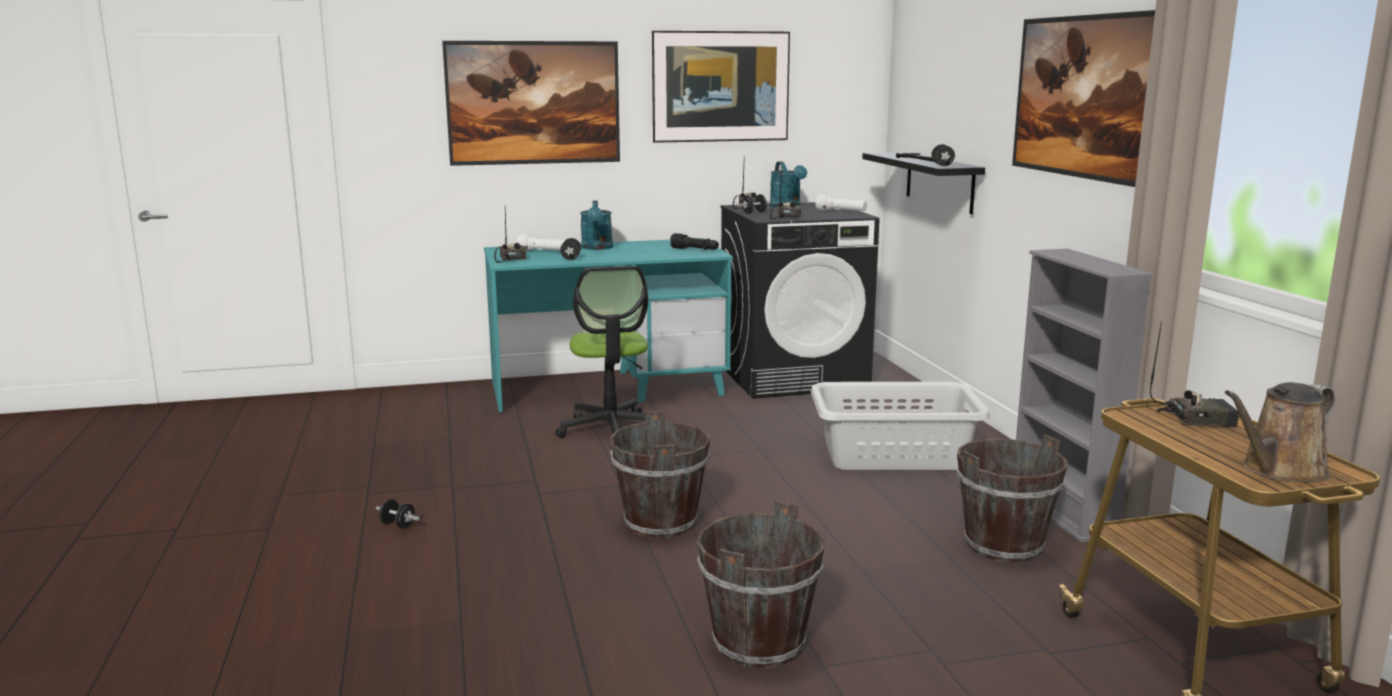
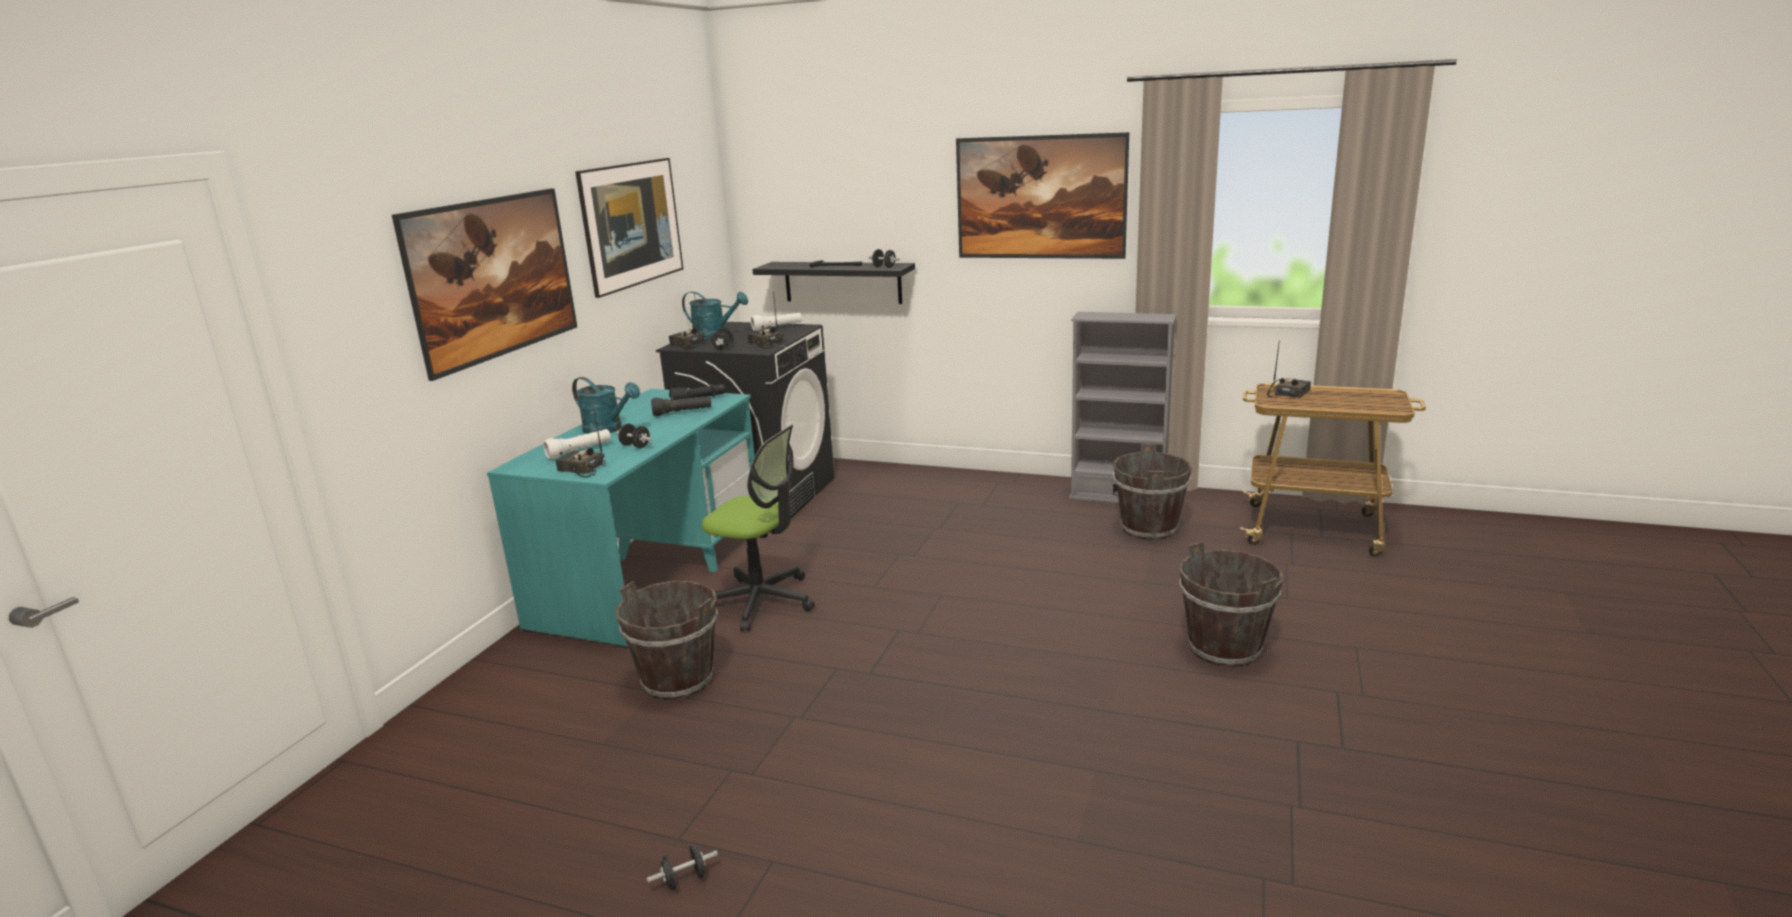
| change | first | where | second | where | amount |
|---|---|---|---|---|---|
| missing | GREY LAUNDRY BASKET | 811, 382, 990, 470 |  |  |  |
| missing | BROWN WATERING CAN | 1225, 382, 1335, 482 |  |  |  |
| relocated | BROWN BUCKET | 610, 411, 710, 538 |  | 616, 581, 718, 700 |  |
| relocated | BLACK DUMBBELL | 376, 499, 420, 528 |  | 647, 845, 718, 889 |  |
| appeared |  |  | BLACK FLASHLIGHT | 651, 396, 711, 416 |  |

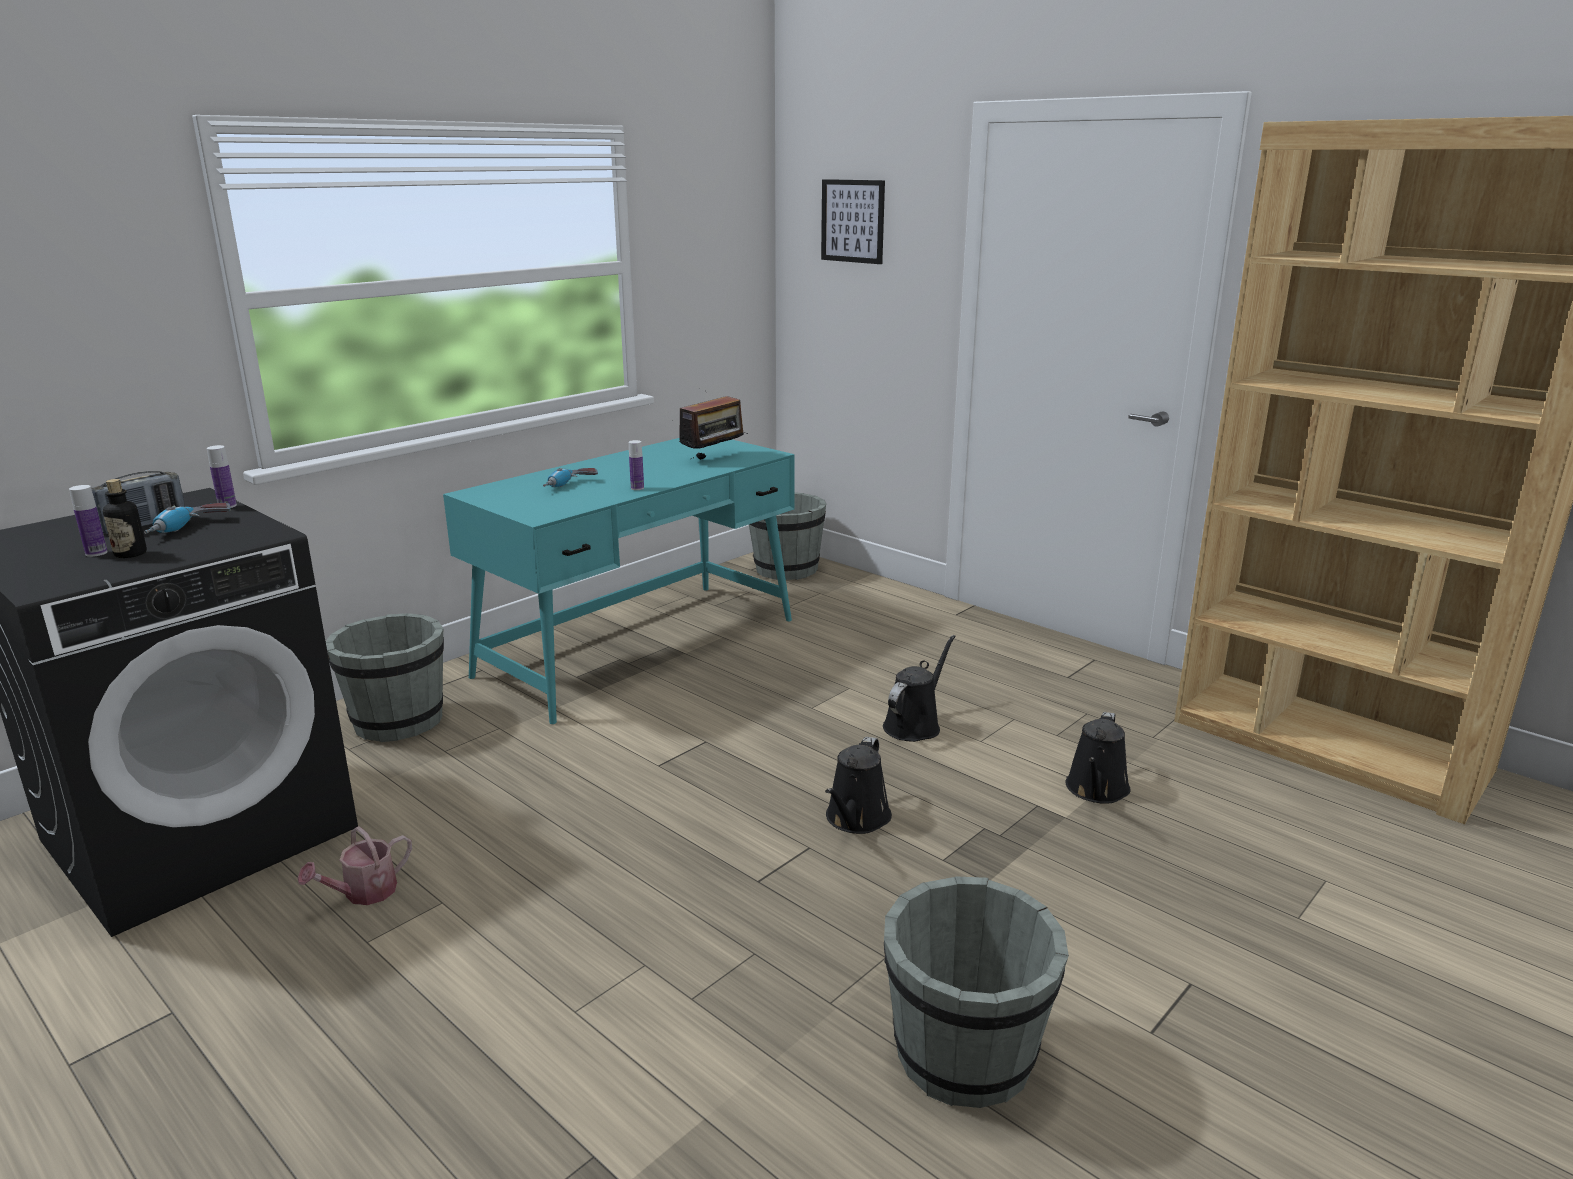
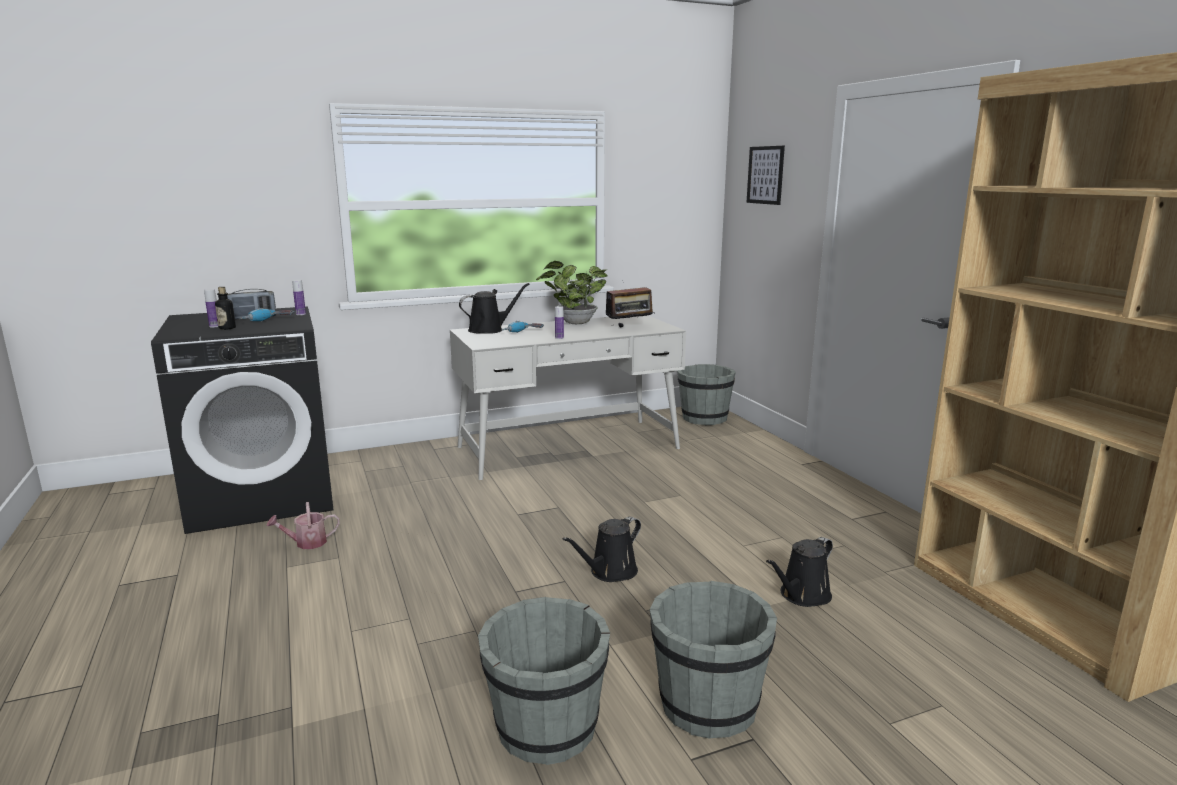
| change | first | where | second | where | amount |
|---|---|---|---|---|---|
| colour | TURQUOISE DESK | 443, 438, 795, 724 | WHITE DESK | 450, 315, 686, 480 |  |
| relocated | GREY BUCKET | 326, 613, 444, 742 |  | 650, 581, 777, 739 |  |
| relocated | BLACK WATERING CAN | 883, 635, 956, 742 |  | 459, 283, 529, 334 |  |
| appeared |  |  | POTTED PLANT | 536, 261, 608, 324 |  |

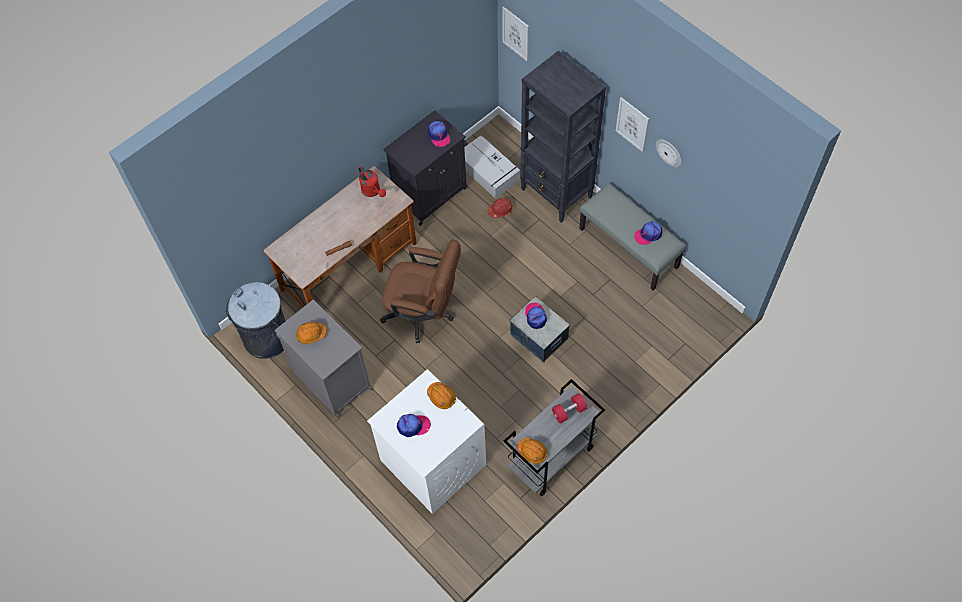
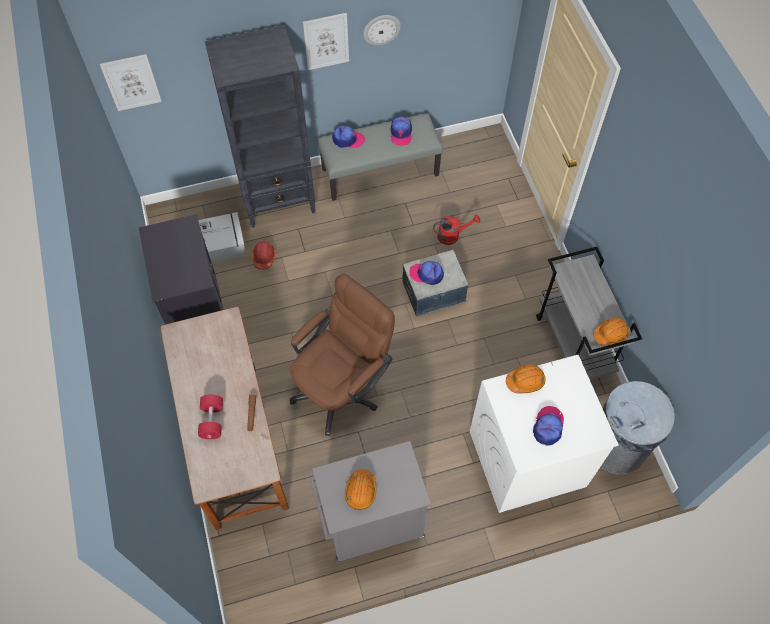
| change | first | where | second | where | amount |
|---|---|---|---|---|---|
| relocated | CAP | 428, 121, 450, 147 |  | 332, 126, 365, 148 |  |
| relocated | RED WATERING CAN | 359, 166, 386, 197 |  | 433, 214, 480, 245 |  |
| relocated | GREY TRASH CAN | 225, 282, 285, 359 |  | 600, 381, 675, 475 |  |
| relocated | RED DUMBBELL | 552, 393, 587, 423 |  | 198, 395, 223, 439 |  |

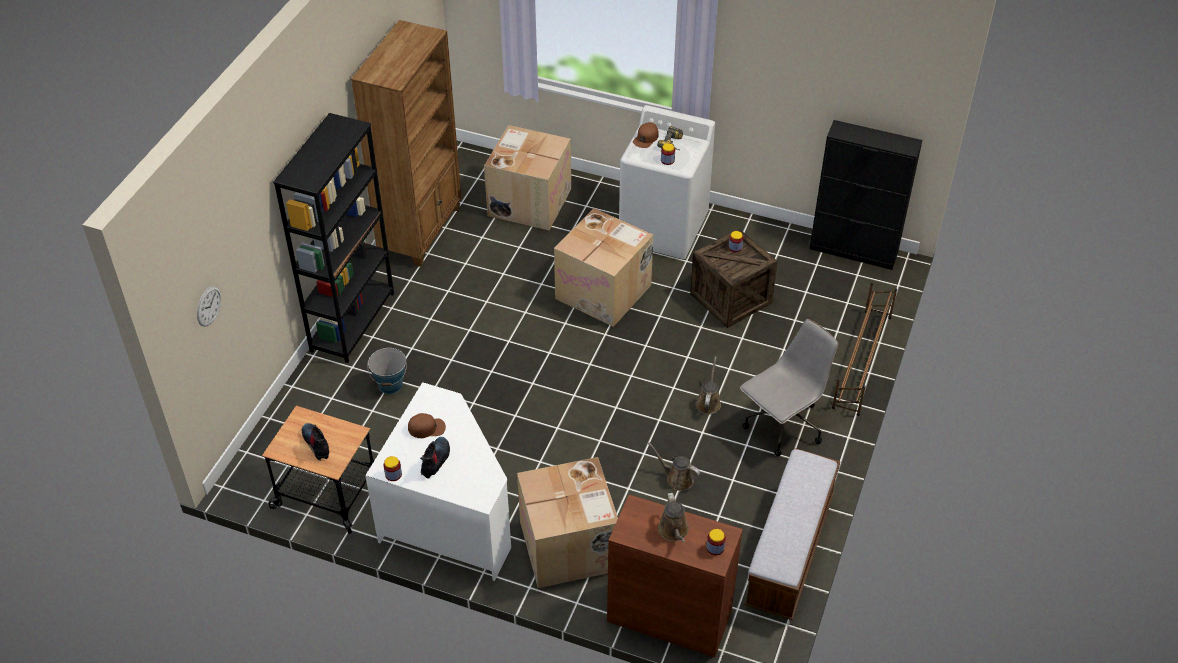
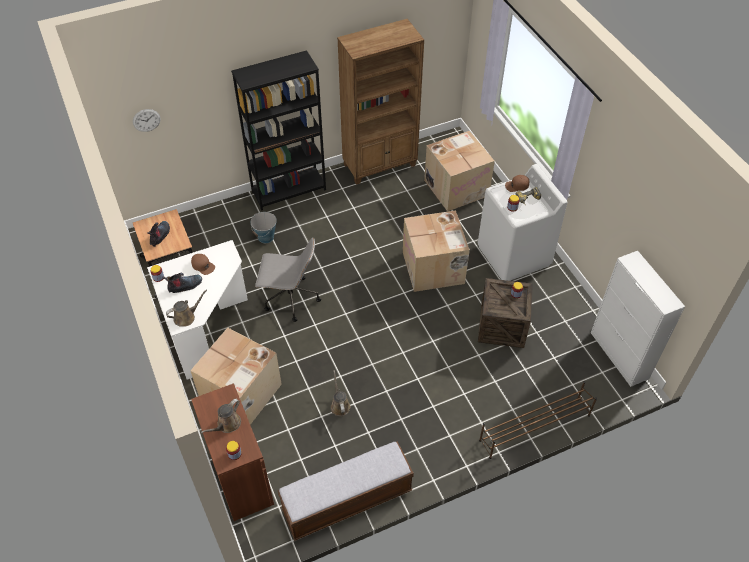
| change | first | where | second | where | amount |
|---|---|---|---|---|---|
| colour | BLACK CABINET | 809, 120, 923, 270 | WHITE CABINET | 591, 251, 685, 387 |  |
| relocated | GREY OFFICE CHAIR | 740, 319, 838, 456 |  | 255, 238, 321, 322 |  |
| relocated | BROWN WATERING CAN | 695, 356, 721, 414 |  | 166, 289, 207, 326 |  |

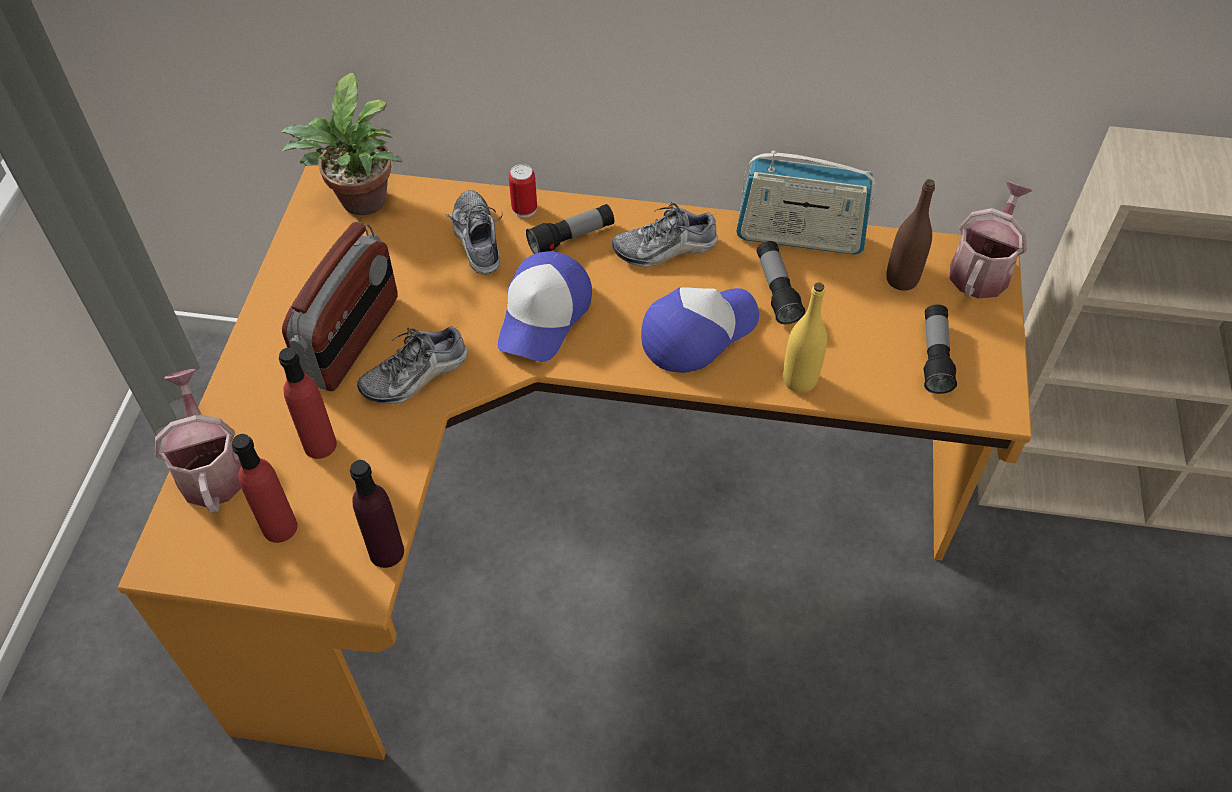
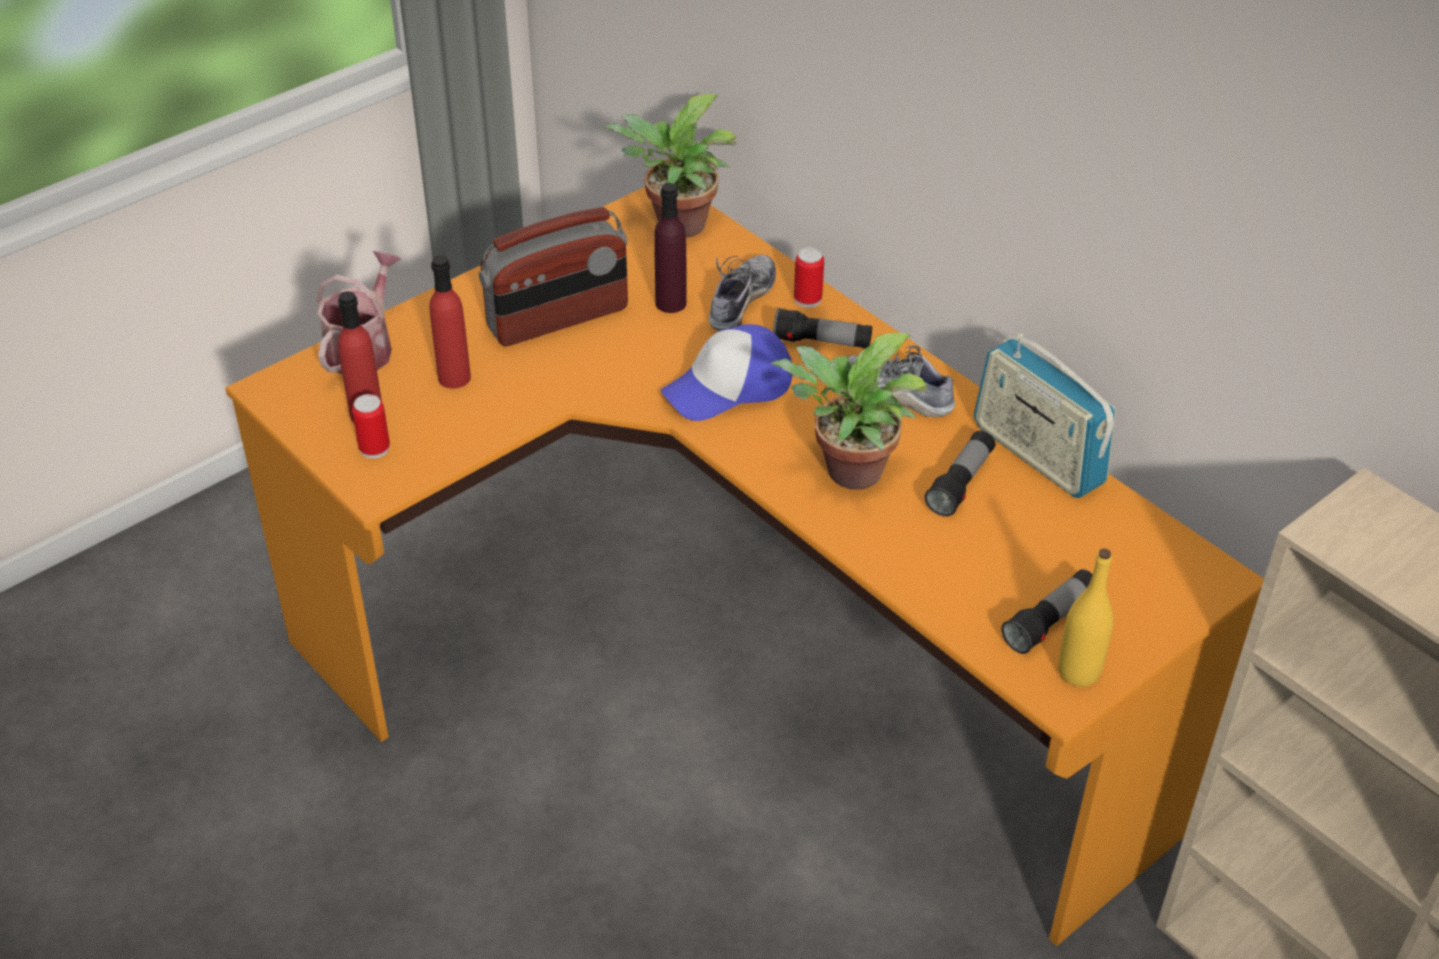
| change | first | where | second | where | amount |
|---|---|---|---|---|---|
| missing | BROWN BOTTLE | 886, 179, 935, 291 |  |  |  |
| missing | WATERING CAN | 950, 181, 1032, 299 |  |  |  |
| relocated | YELLOW BOTTLE | 783, 283, 827, 393 |  | 1058, 548, 1114, 687 |  |
| exchanged | CAP | 641, 287, 759, 373 | POTTED PLANT | 771, 333, 928, 490 |  |
| missing | SHOE | 357, 326, 467, 404 |  |  |  |
| relocated | PURPLE BOTTLE | 350, 460, 404, 568 |  | 654, 183, 687, 313 |  |
| appeared |  |  | CAN | 352, 394, 390, 459 |  |

